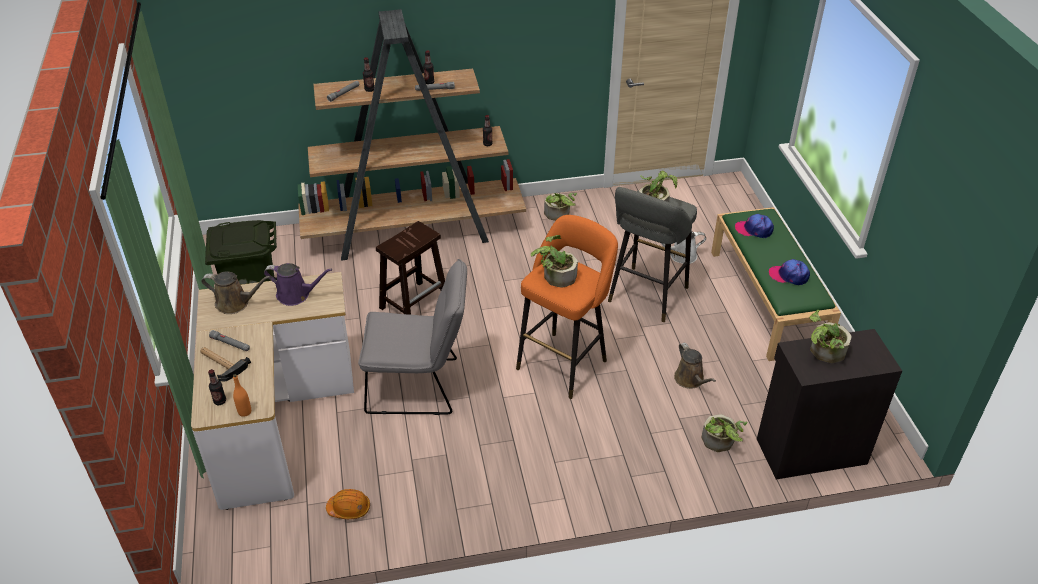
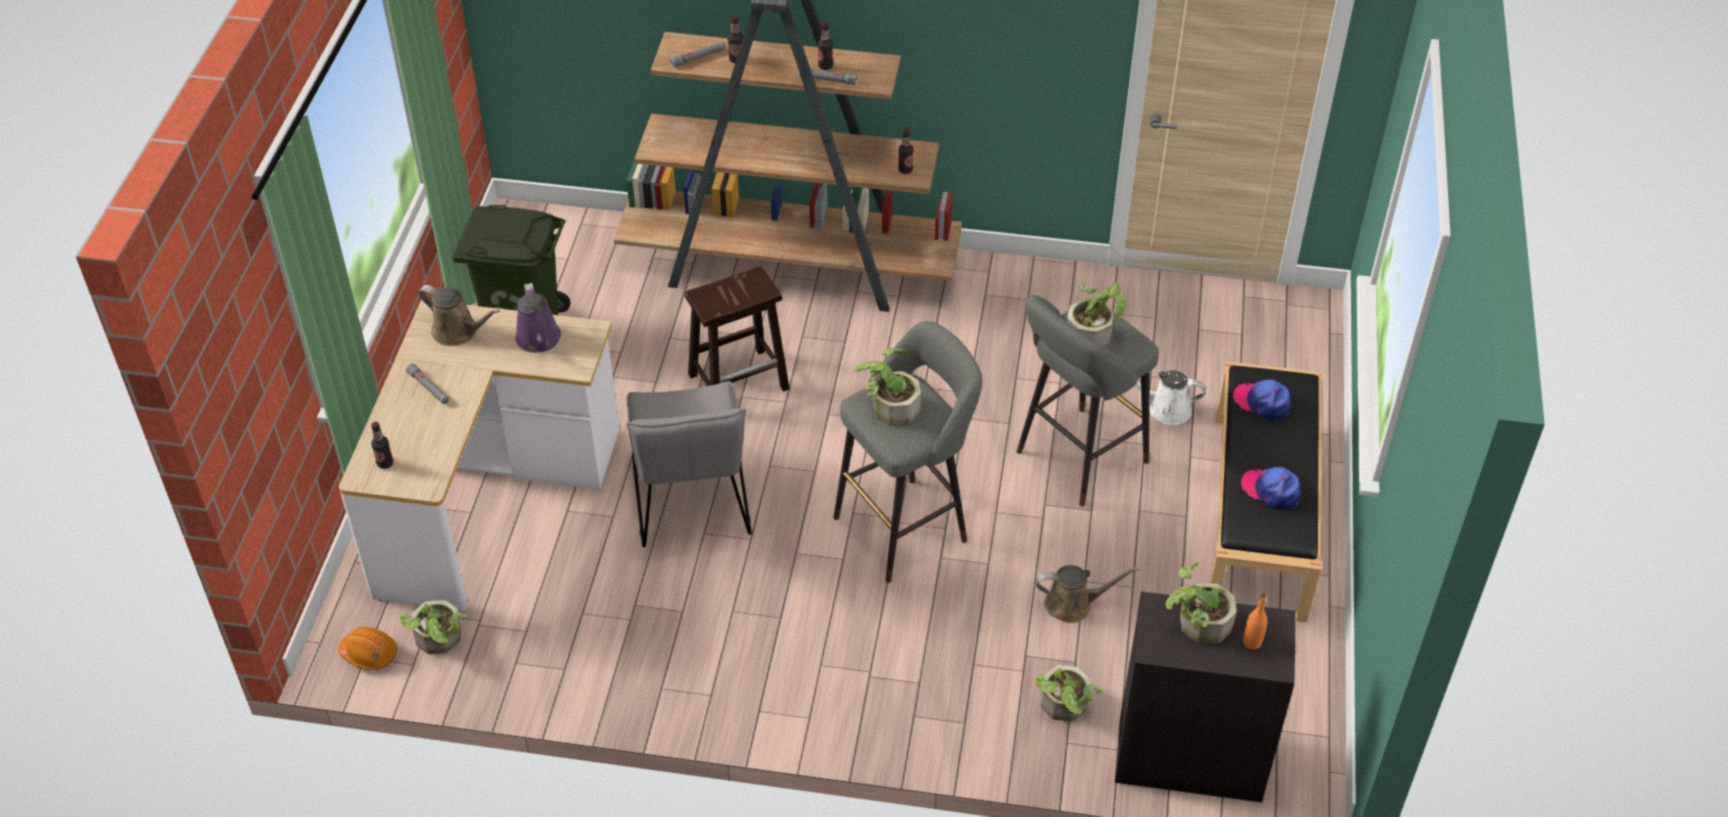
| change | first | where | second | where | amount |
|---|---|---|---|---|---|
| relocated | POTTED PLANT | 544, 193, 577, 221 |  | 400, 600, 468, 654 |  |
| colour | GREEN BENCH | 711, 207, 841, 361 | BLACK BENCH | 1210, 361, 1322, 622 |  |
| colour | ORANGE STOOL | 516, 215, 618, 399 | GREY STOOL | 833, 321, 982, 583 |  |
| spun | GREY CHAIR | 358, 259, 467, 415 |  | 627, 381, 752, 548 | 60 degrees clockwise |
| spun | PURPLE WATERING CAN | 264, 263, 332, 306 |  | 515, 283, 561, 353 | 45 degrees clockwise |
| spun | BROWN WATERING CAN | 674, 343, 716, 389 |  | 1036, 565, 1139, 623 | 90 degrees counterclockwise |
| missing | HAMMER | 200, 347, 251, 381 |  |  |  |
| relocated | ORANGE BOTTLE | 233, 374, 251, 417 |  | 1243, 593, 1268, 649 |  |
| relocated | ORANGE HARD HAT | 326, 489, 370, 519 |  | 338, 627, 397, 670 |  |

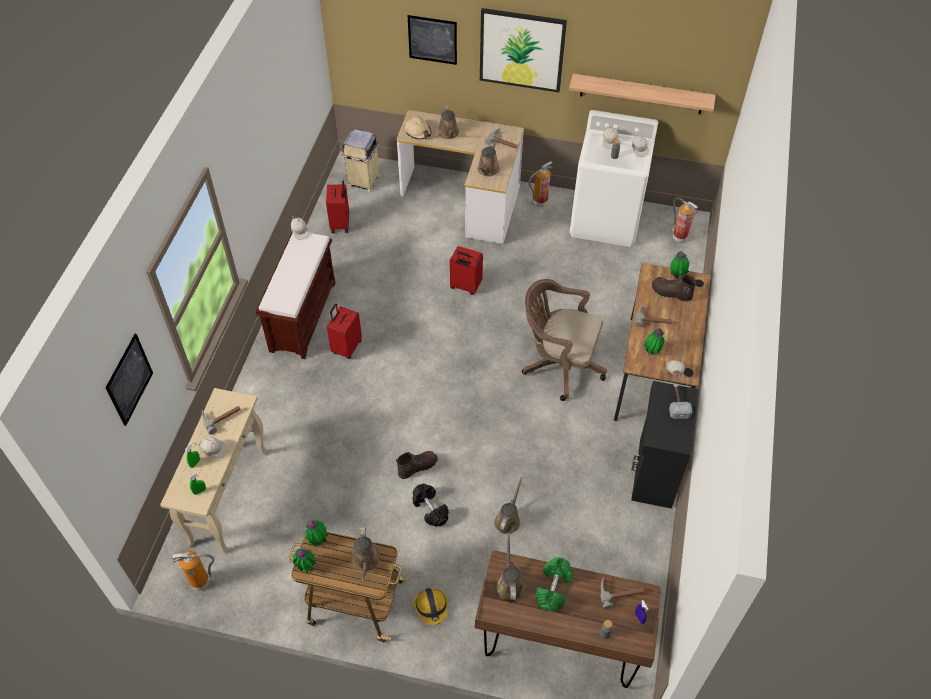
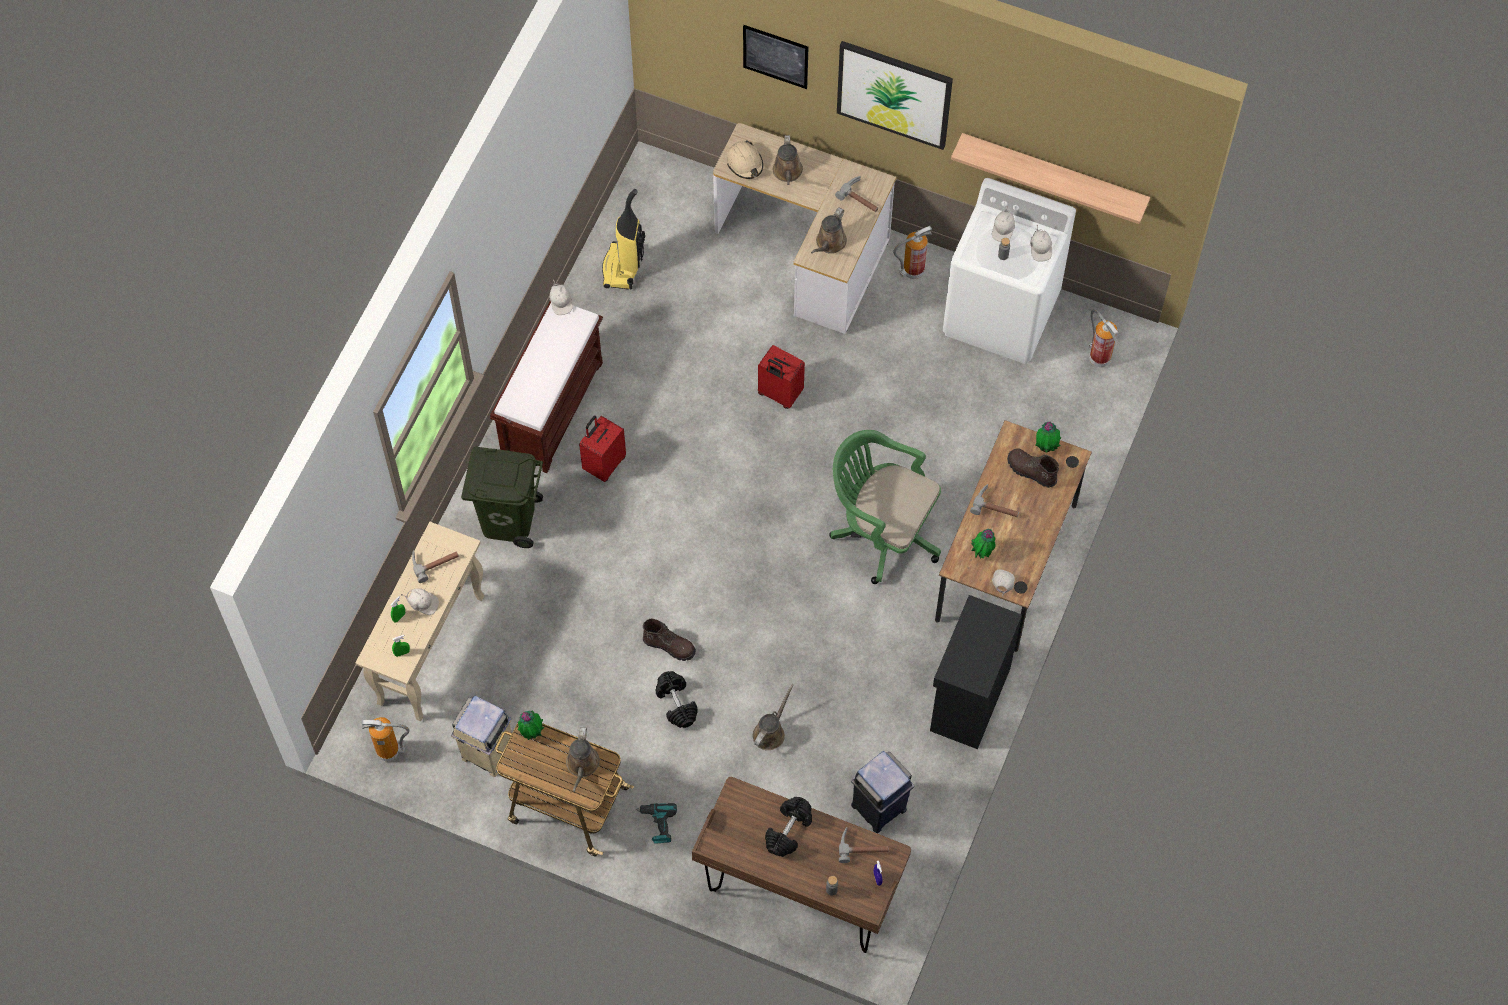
| change | first | where | second | where | amount |
|---|---|---|---|---|---|
| relocated | BEIGE TRASH CAN | 342, 129, 380, 192 |  | 451, 695, 515, 777 |  |
| exchanged | RED SUITCASE | 326, 181, 349, 233 | VACUUM CLEANER | 602, 189, 645, 289 |  |
| colour | BROWN OFFICE CHAIR | 522, 279, 607, 401 | GREEN OFFICE CHAIR | 829, 430, 941, 584 |  |
| missing | PICTURE | 106, 334, 153, 426 |  |  |  |
| missing | HAMMER | 669, 384, 692, 419 |  |  |  |
| spun | BROWN BOOT | 396, 451, 438, 479 |  | 643, 618, 696, 661 | 45 degrees clockwise |
| missing | BROWN WATERING CAN | 495, 533, 525, 603 |  |  |  |
| missing | POTTED PLANT | 292, 547, 316, 574 |  |  |  |
| colour | GREEN DUMBBELL | 536, 557, 573, 612 | BLACK DUMBBELL | 765, 797, 812, 857 |  |
| exchanged | HARD HAT | 414, 588, 448, 625 | POWER DRILL | 636, 803, 677, 844 |  |
| appeared |  |  | GREEN TRASH CAN | 461, 446, 543, 548 |  |
| appeared |  |  | BLUE TRASH CAN | 851, 751, 914, 833 |  |

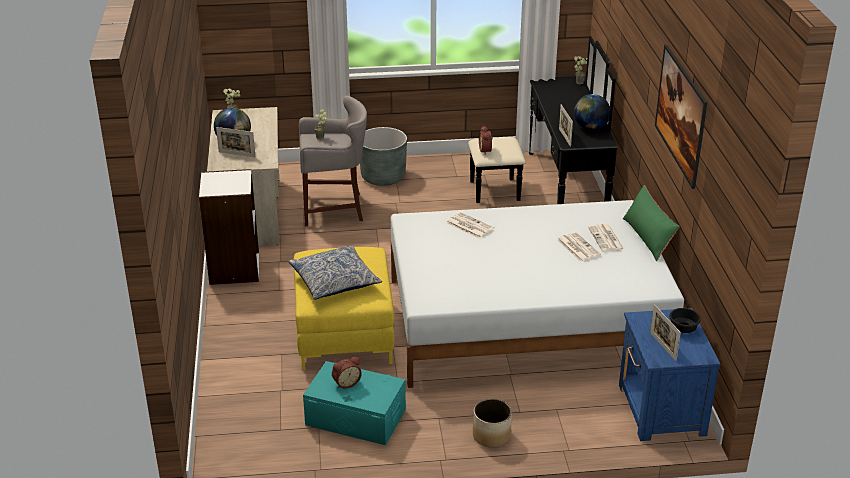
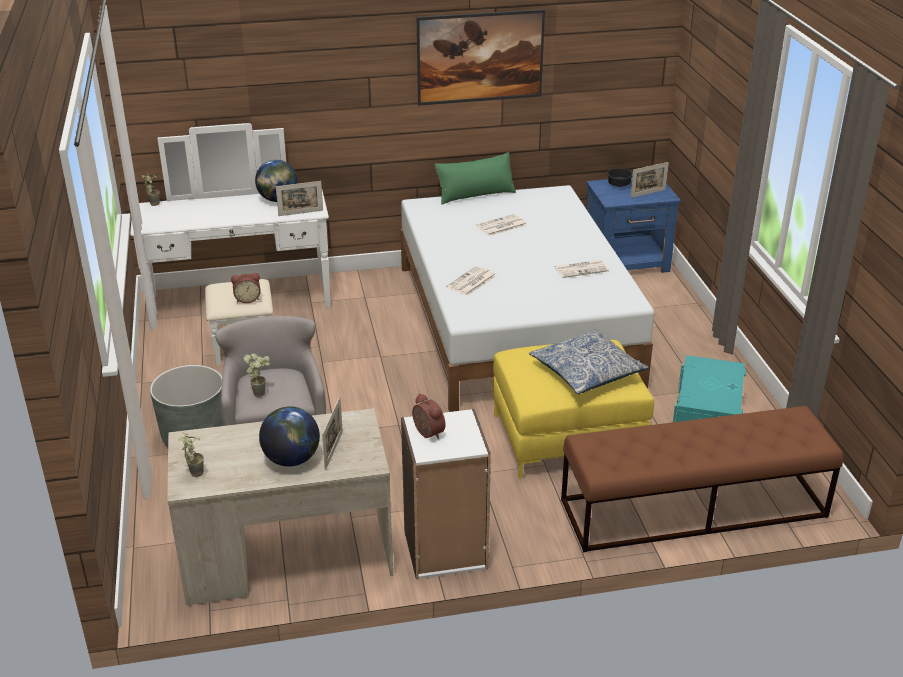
| change | first | where | second | where | amount |
|---|---|---|---|---|---|
| colour | BLACK DRESSER | 468, 36, 618, 204 | WHITE DRESSER | 130, 123, 331, 366 |  |
| relocated | NEWSPAPER | 588, 224, 625, 252 |  | 554, 260, 609, 278 |  |
| relocated | ALARM CLOCK | 332, 357, 362, 389 |  | 412, 393, 445, 439 |  |
| missing | PLANTER | 473, 399, 512, 448 |  |  |  |
| appeared |  |  | BROWN BENCH | 561, 406, 843, 552 |  |

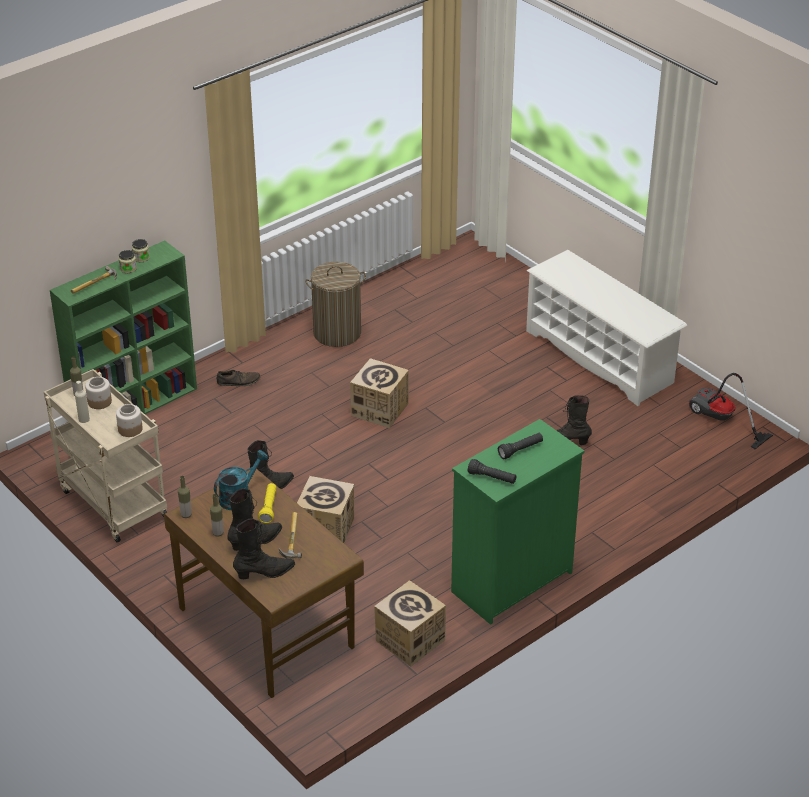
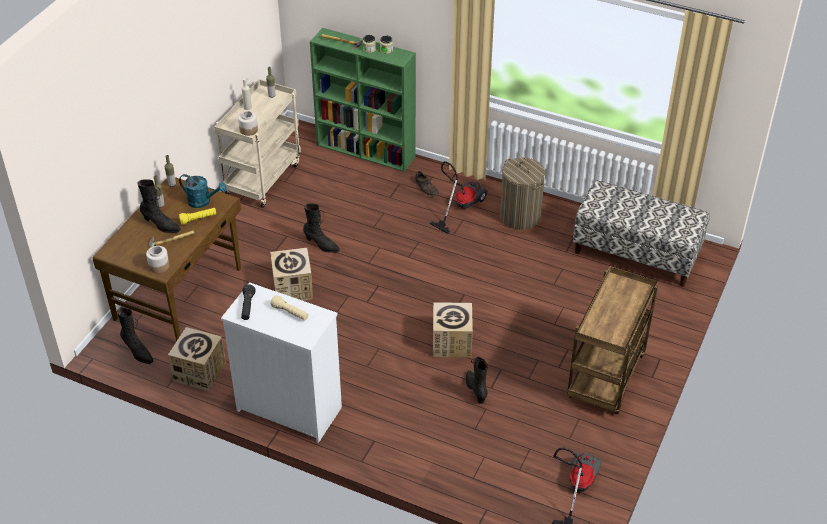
| change | first | where | second | where | amount |
|---|---|---|---|---|---|
| exchanged | WHITE SHOE RACK | 526, 250, 687, 406 | BROWN CART | 567, 266, 658, 414 |  |
| relocated | CARDBOARD BOX | 350, 358, 409, 428 |  | 433, 302, 473, 358 |  |
| relocated | JAR | 85, 377, 112, 409 |  | 146, 246, 169, 273 |  |
| colour | GREEN DRESSER | 451, 419, 584, 625 | WHITE DRESSER | 221, 282, 342, 443 |  |
| colour | BLACK FLASHLIGHT | 498, 433, 543, 459 | BEIGE FLASHLIGHT | 271, 295, 308, 321 |  |
| relocated | BLACK BOOT | 233, 518, 295, 579 |  | 117, 308, 153, 364 |  |
| appeared |  |  | VACUUM CLEANER | 429, 161, 488, 234 |  |
| appeared |  |  | BENCH | 573, 180, 710, 287 |  |

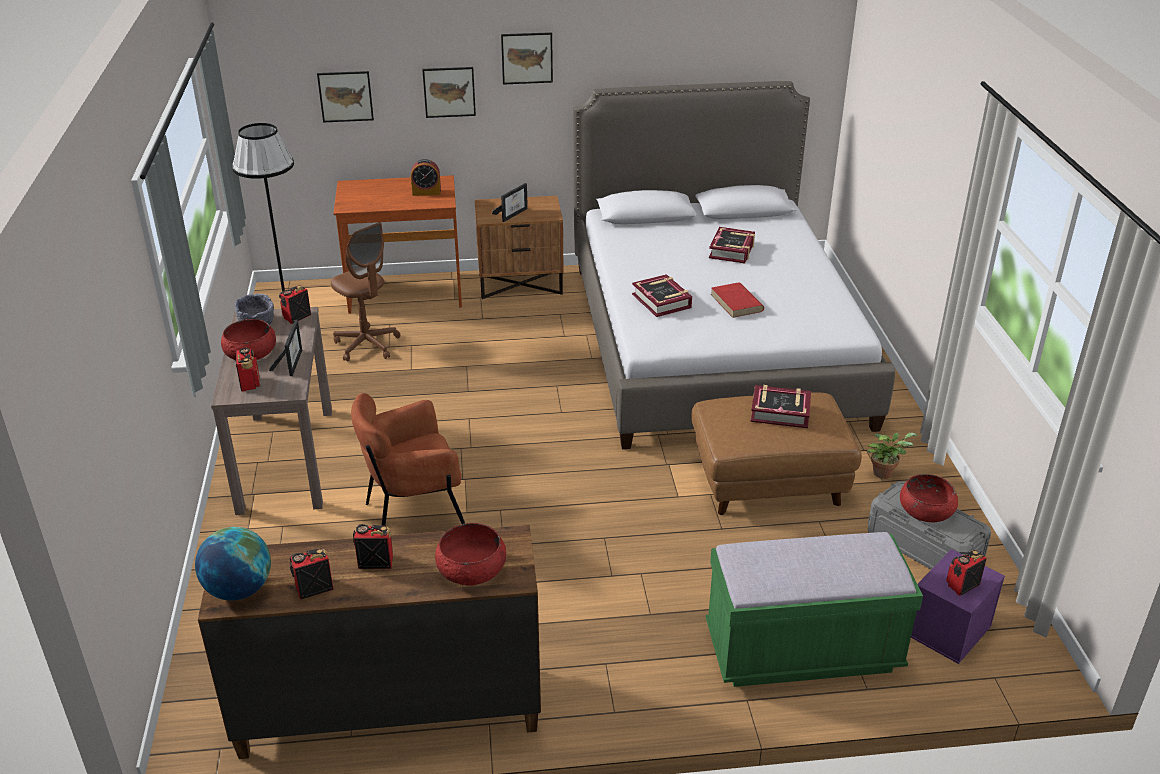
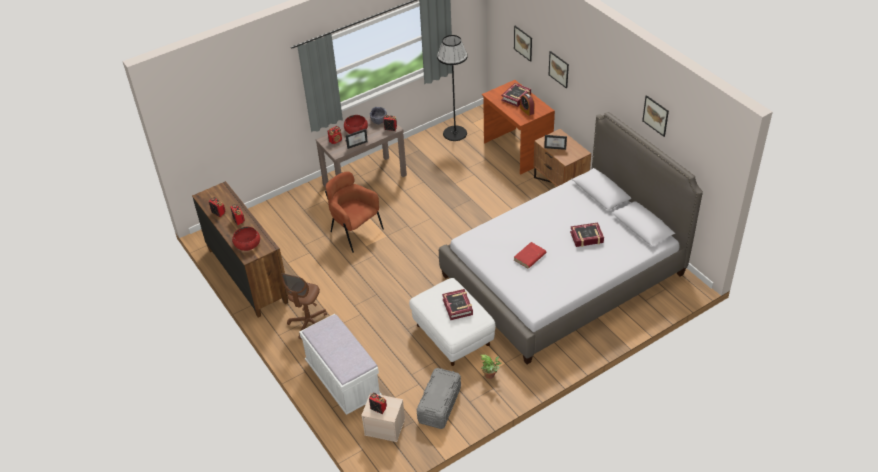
| change | first | where | second | where | amount |
|---|---|---|---|---|---|
| relocated | PICTURE | 501, 32, 553, 85 |  | 642, 95, 669, 137 |  |
| relocated | BROWN OFFICE CHAIR | 331, 222, 400, 362 |  | 281, 273, 327, 339 |  |
| relocated | BOOK | 632, 274, 692, 317 |  | 501, 83, 531, 107 |  |
| colour | BROWN OTTOMAN | 691, 392, 862, 515 | WHITE OTTOMAN | 409, 278, 496, 366 |  |
| missing | RED BOWL | 900, 474, 958, 522 |  |  |  |
| missing | GLOBE | 195, 527, 271, 601 |  |  |  |
| colour | GREEN BENCH | 706, 532, 923, 687 | WHITE BENCH | 299, 314, 382, 415 |  |
| colour | PURPLE STORAGE BOX | 911, 549, 1005, 664 | BEIGE STORAGE BOX | 361, 393, 405, 442 |  |

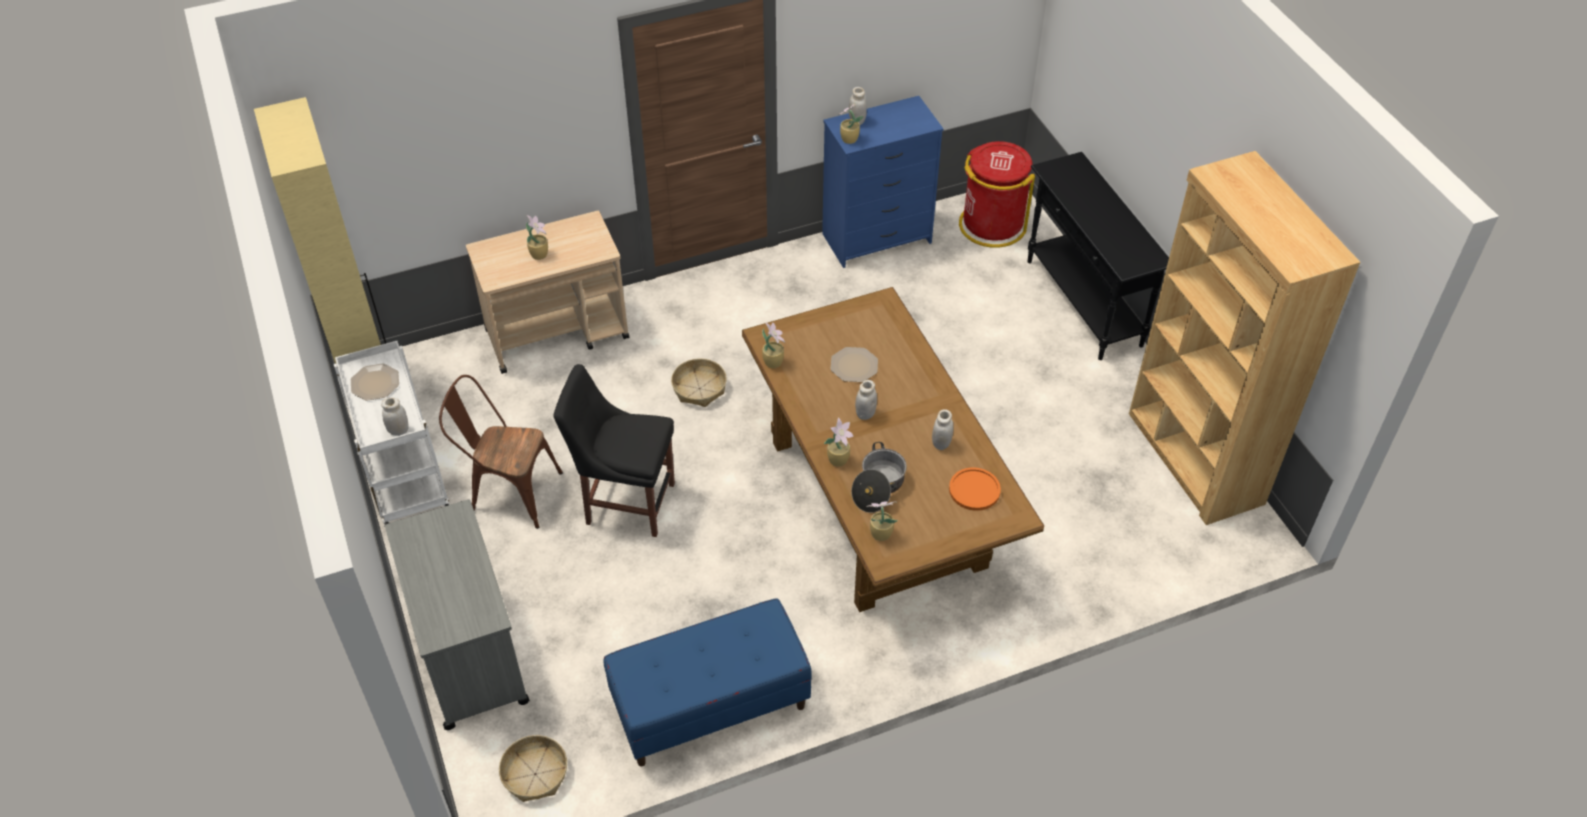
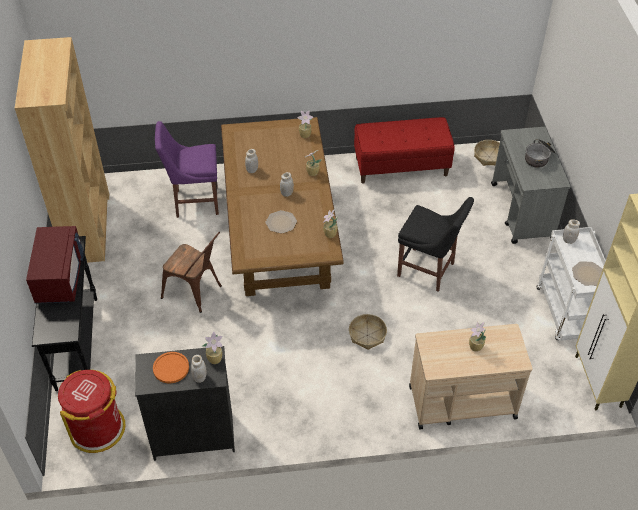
| change | first | where | second | where | amount |
|---|---|---|---|---|---|
| colour | BLUE DRESSER | 822, 96, 944, 268 | BLACK DRESSER | 135, 346, 235, 461 |  |
| relocated | BROWN CHAIR | 439, 375, 563, 529 |  | 161, 232, 222, 313 |  |
| relocated | COOKING POT | 851, 442, 907, 513 |  | 525, 139, 556, 168 |  |
| relocated | ORANGE PLATE | 949, 467, 1001, 511 |  | 153, 352, 189, 383 |  |
| colour | BLUE BENCH | 604, 598, 812, 767 | RED BENCH | 354, 117, 455, 183 |  |
| appeared |  |  | PURPLE CHAIR | 155, 121, 219, 218 |  |
| appeared |  |  | RED MICROWAVE | 26, 226, 83, 303 |  |

